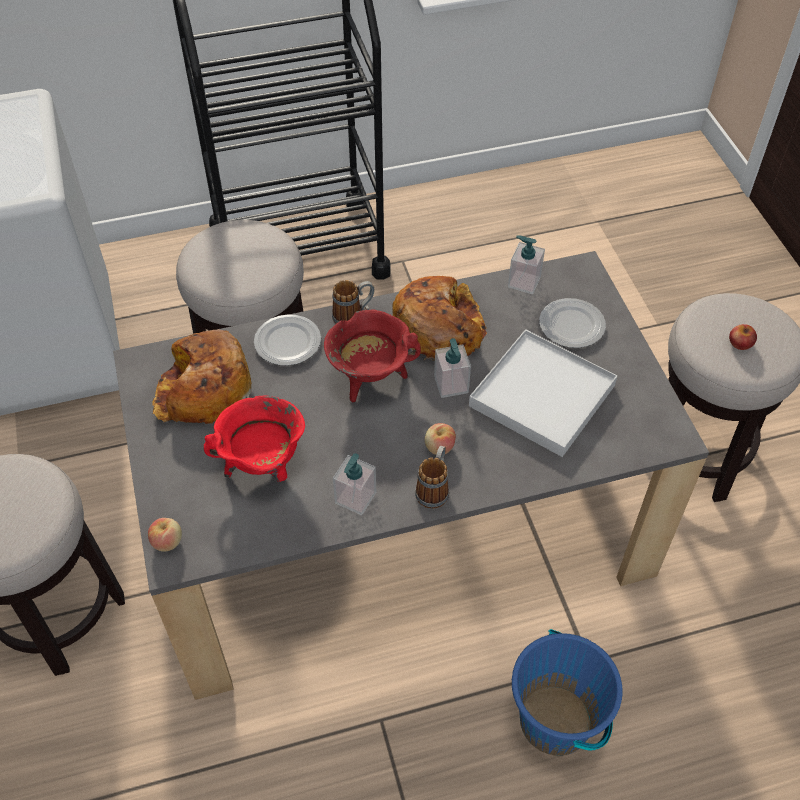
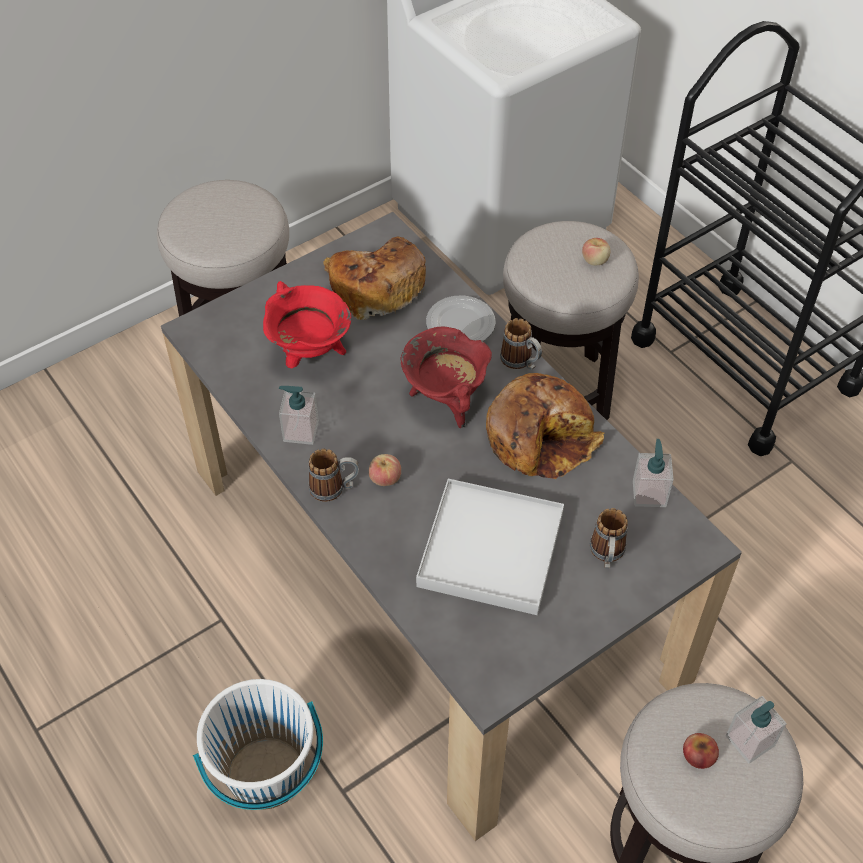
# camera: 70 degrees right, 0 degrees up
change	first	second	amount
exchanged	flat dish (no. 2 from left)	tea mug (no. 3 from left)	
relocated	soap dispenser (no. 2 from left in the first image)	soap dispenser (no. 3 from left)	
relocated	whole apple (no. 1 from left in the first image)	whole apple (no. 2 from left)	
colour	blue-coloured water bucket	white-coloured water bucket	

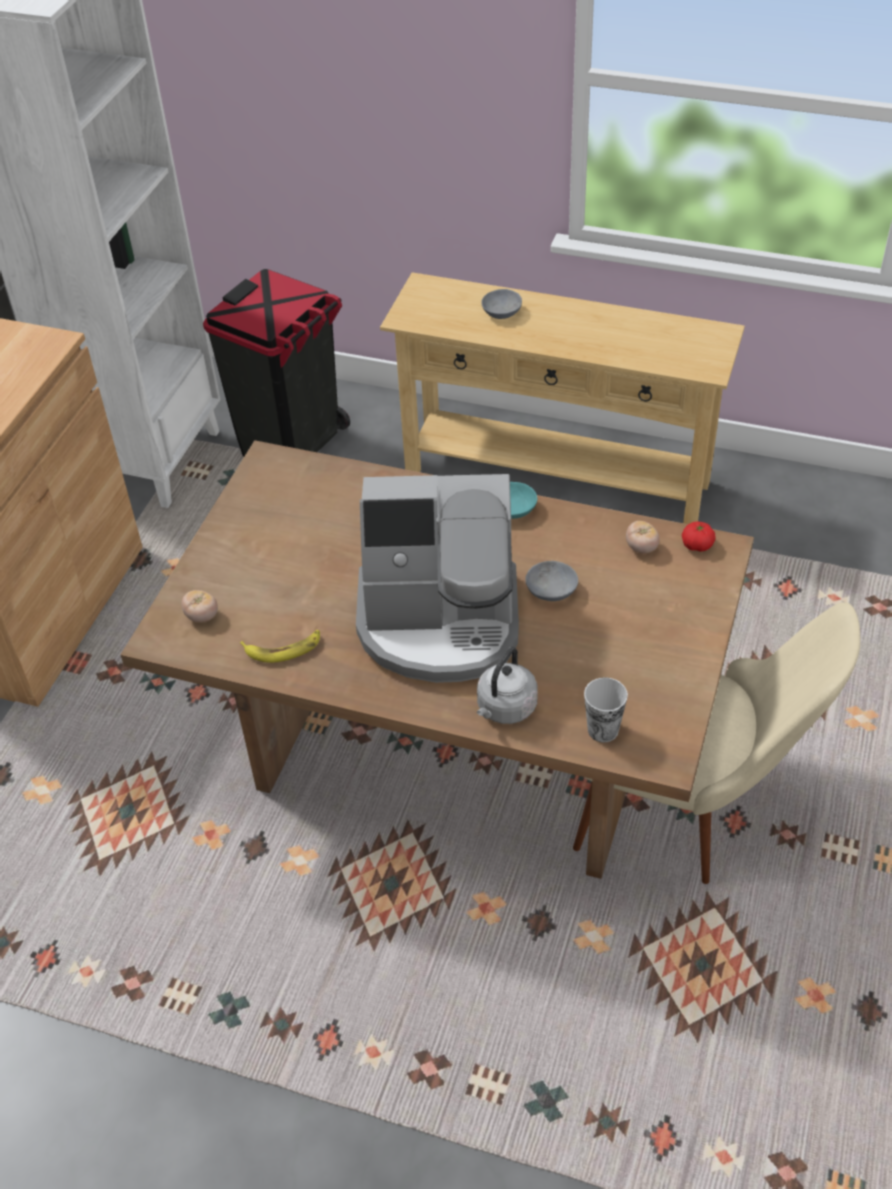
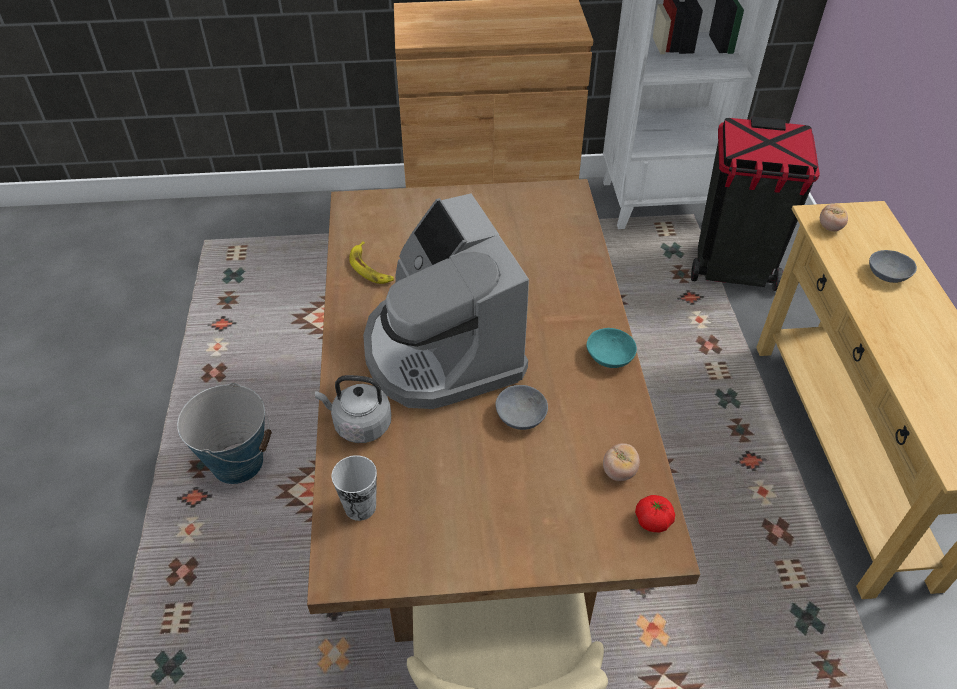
# camera: 65 degrees right, 0 degrees up
change	first	second	amount
relocated	fresh tomato (no. 1 from left in the first image)	fresh tomato (no. 3 from left)	
appeared		water bucket	

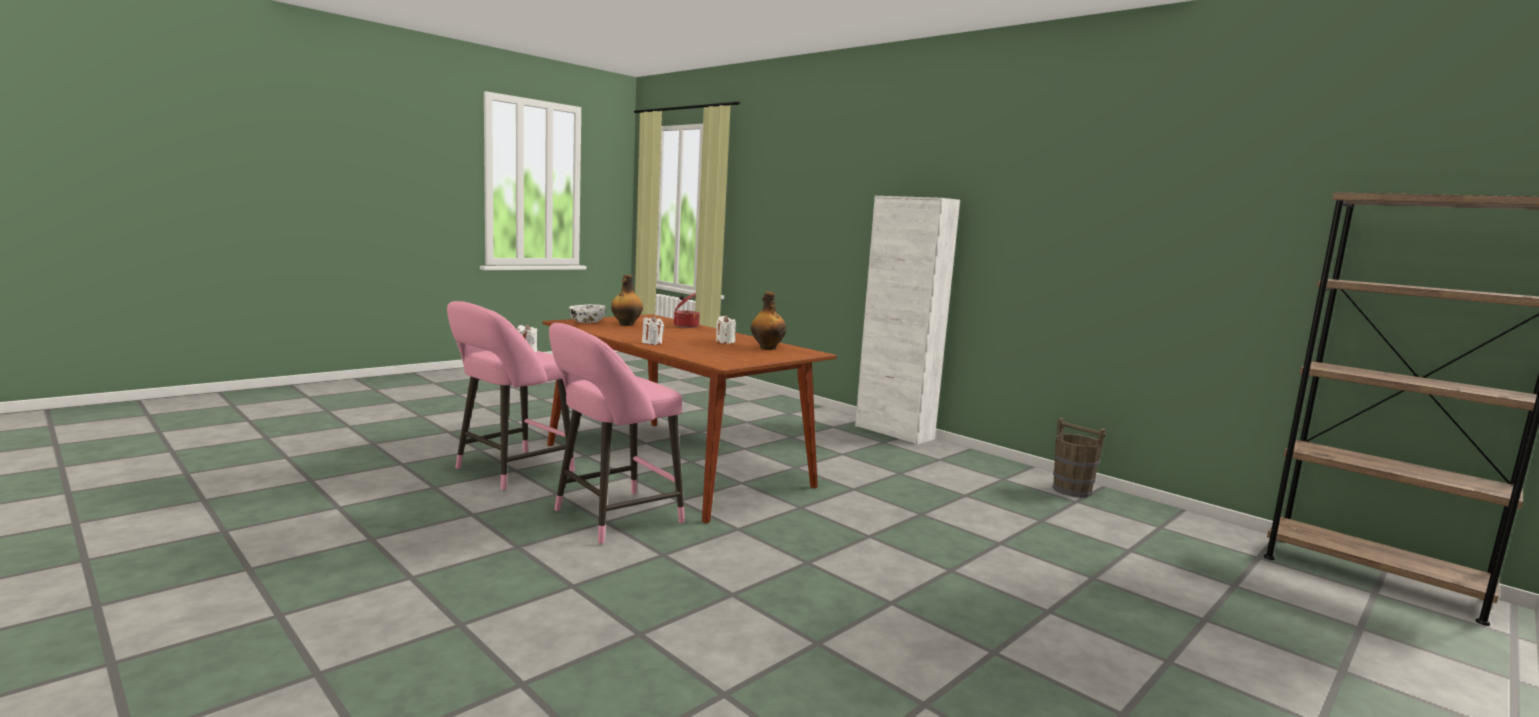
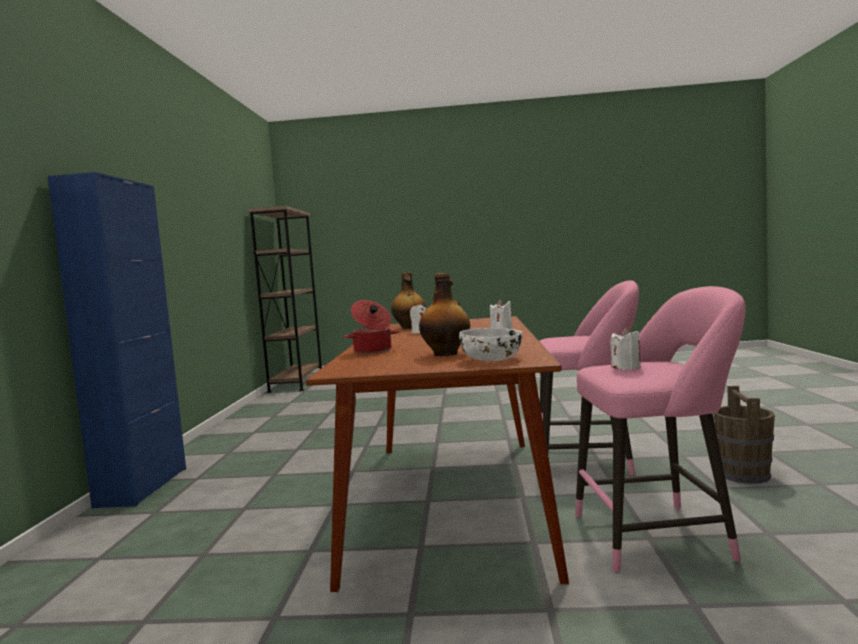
# camera: 130 degrees left, 5 degrees down
change	first	second	amount
colour	white-coloured cupboard	blue-coloured cupboard	
relocated	brownish water bucket		

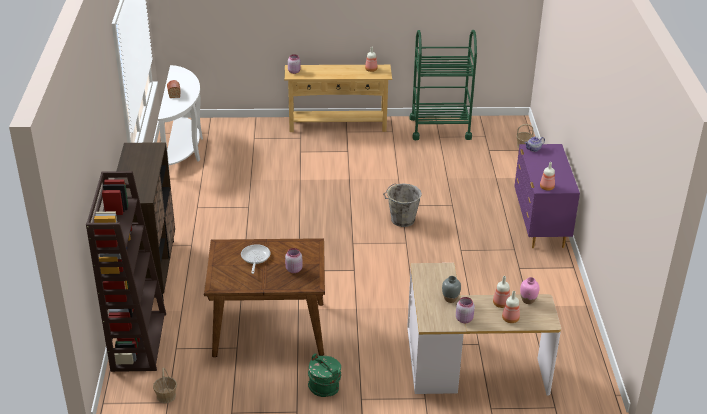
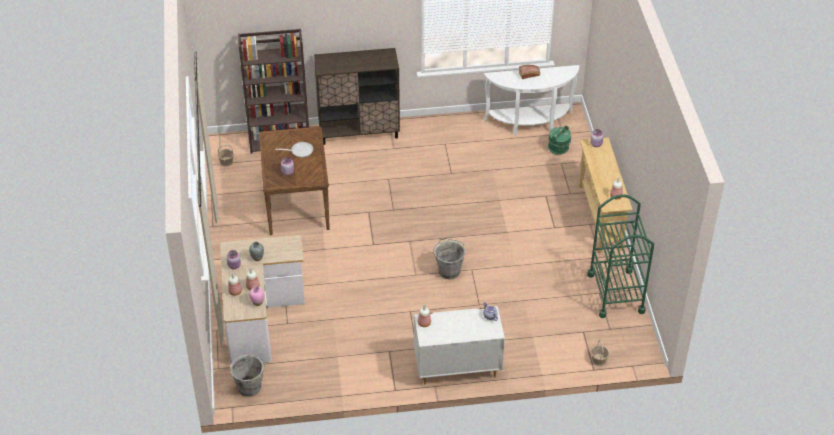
# camera: 85 degrees right, 10 degrees up
change	first	second	amount
colour	purple chest of drawers	white-coloured chest of drawers	
relocated	greenish water bucket		
appeared		grey water bucket (no. 1 from left)	

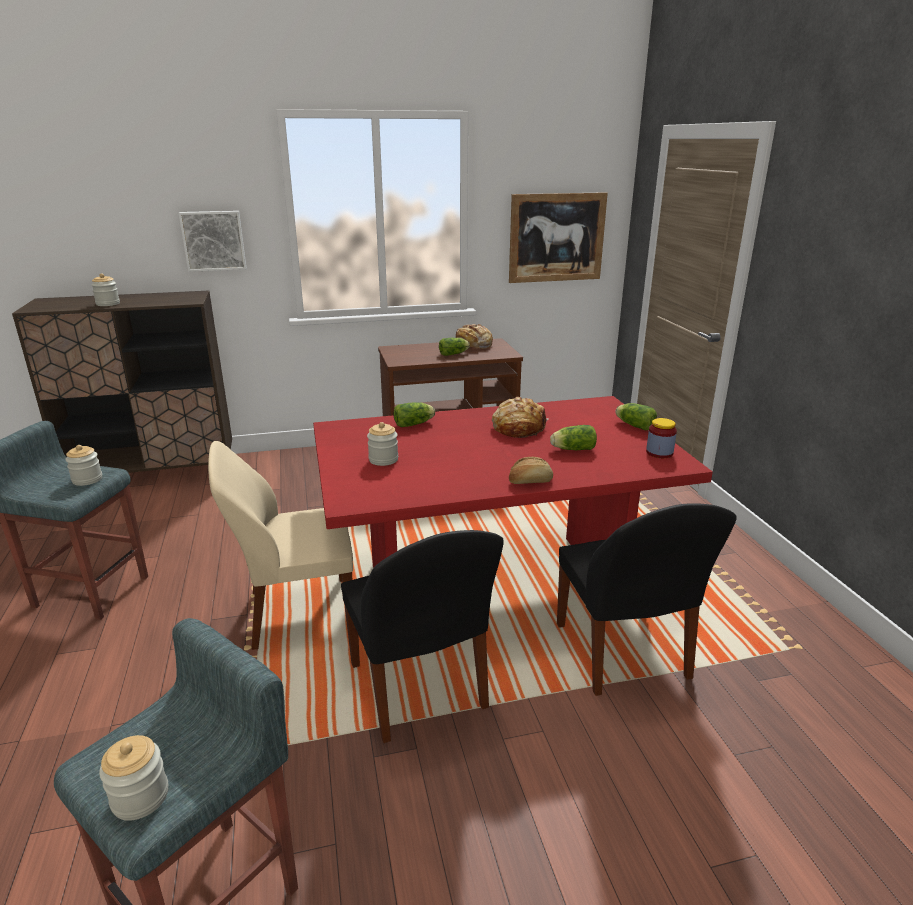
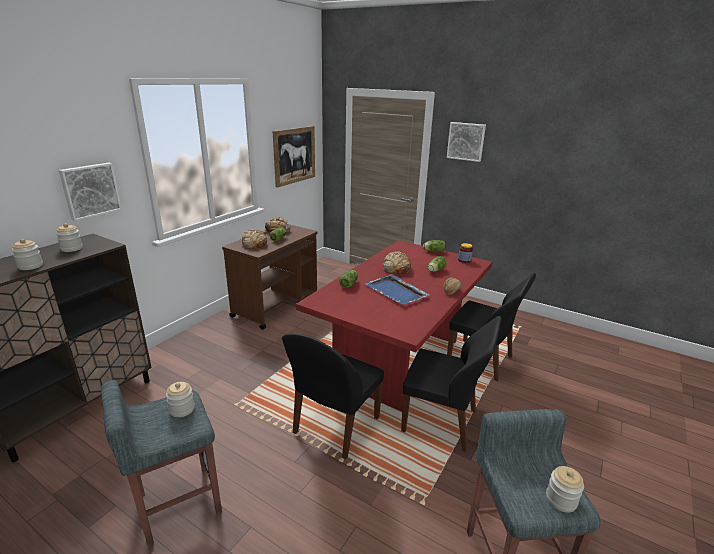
# camera: 45 degrees left, 0 degrees up
change	first	second	amount
relocated	preserve jar (no. 4 from left in the first image)	preserve jar (no. 2 from left)	
colour	beige-coloured plain chair	black-coloured plain chair (no. 1 from left)	
appeared		wall art (no. 3 from left)	
appeared		baked bread (no. 1 from left)	
appeared		blue-coloured carrying tray	

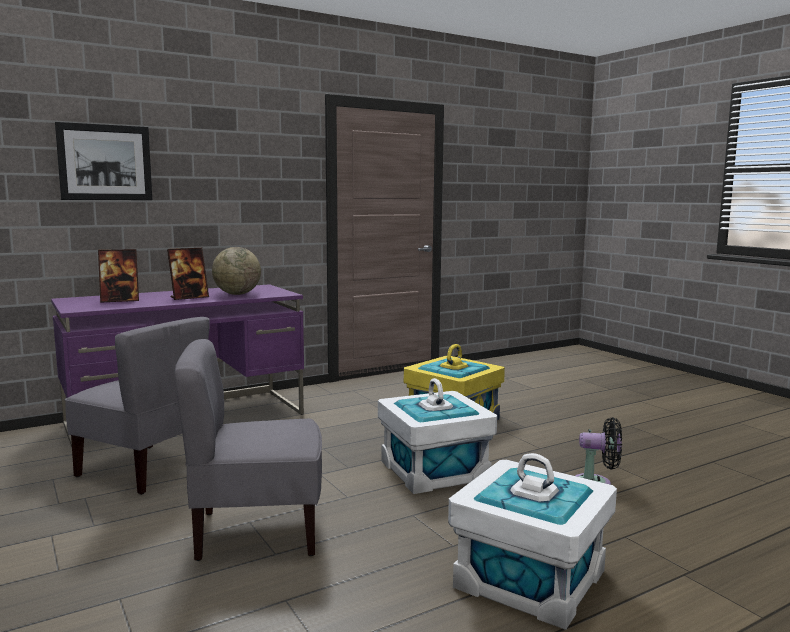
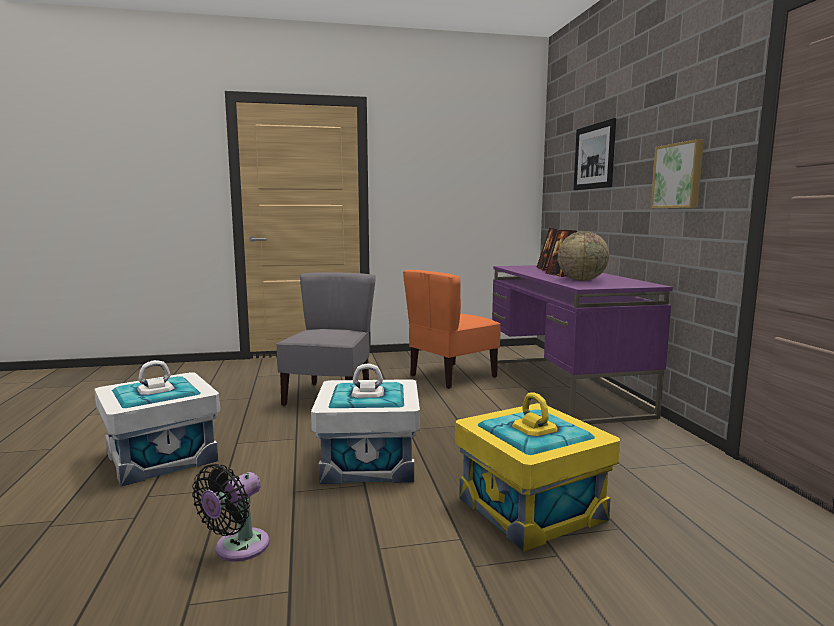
# camera: 110 degrees right, 0 degrees up
change	first	second	amount
colour	grey plain chair (no. 1 from left)	orange-coloured plain chair	
appeared		wall art (no. 2 from left)	

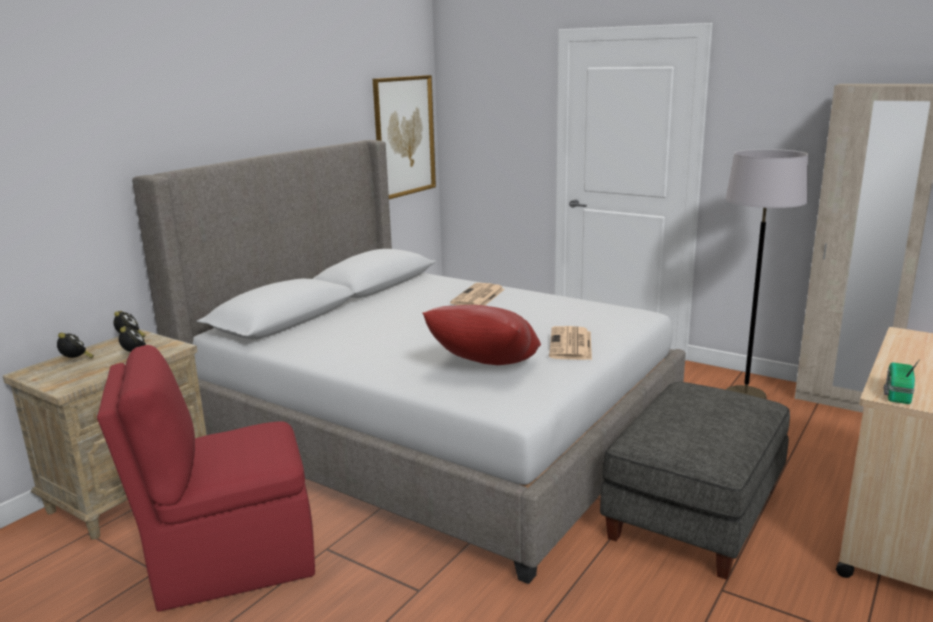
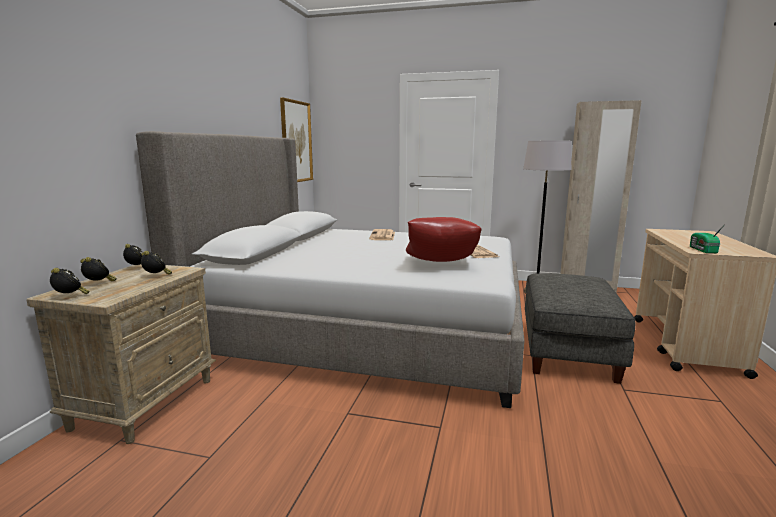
# camera: 20 degrees left, 5 degrees down
change	first	second	amount
missing	red-coloured plain chair		
appeared		alarm clock (no. 1 from left)	

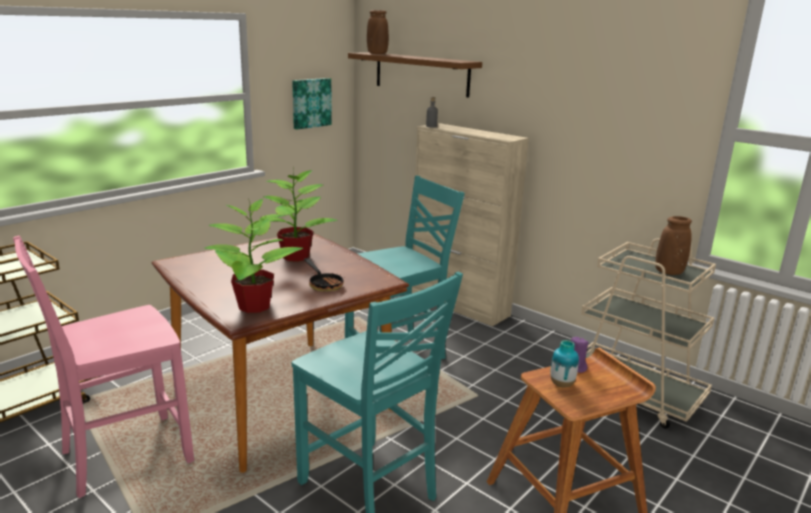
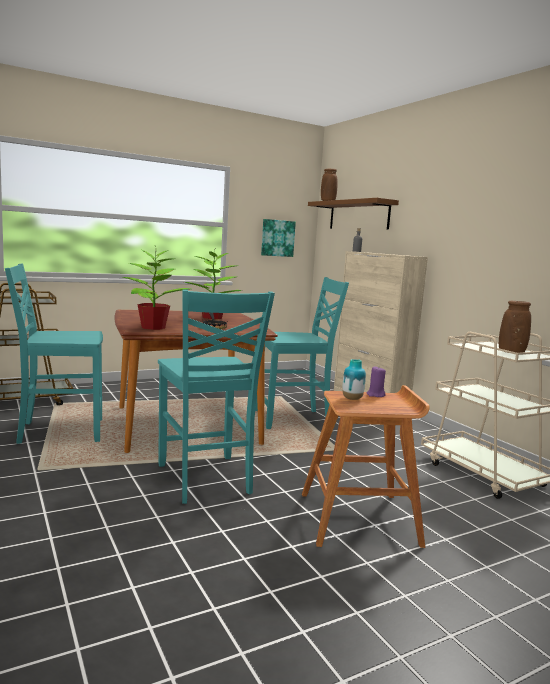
# camera: 20 degrees right, 10 degrees down
change	first	second	amount
colour	pink plain chair	turquoise plain chair (no. 1 from left)	

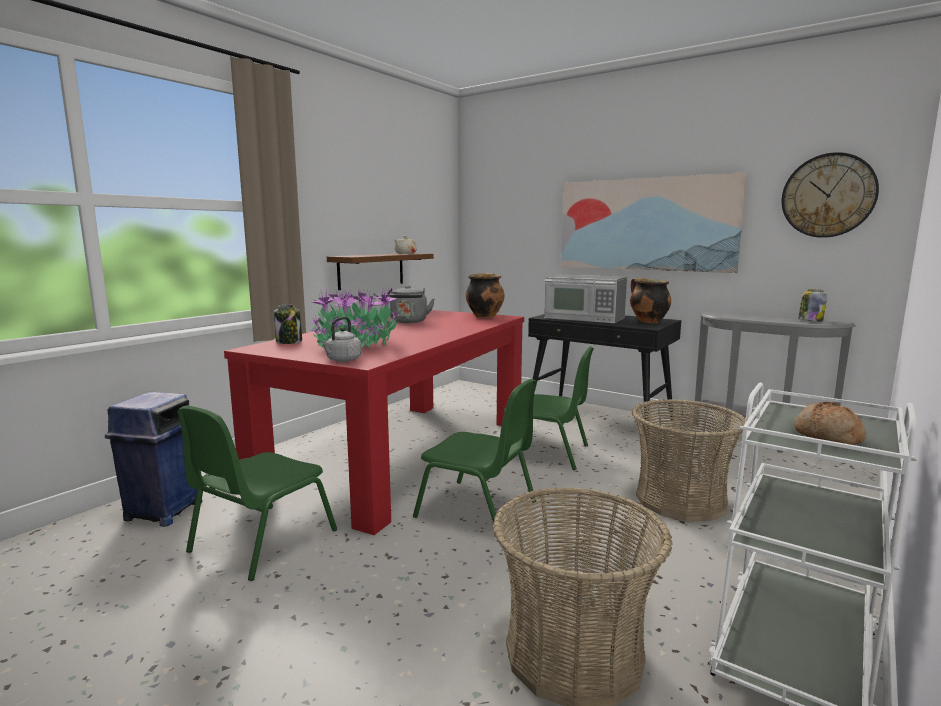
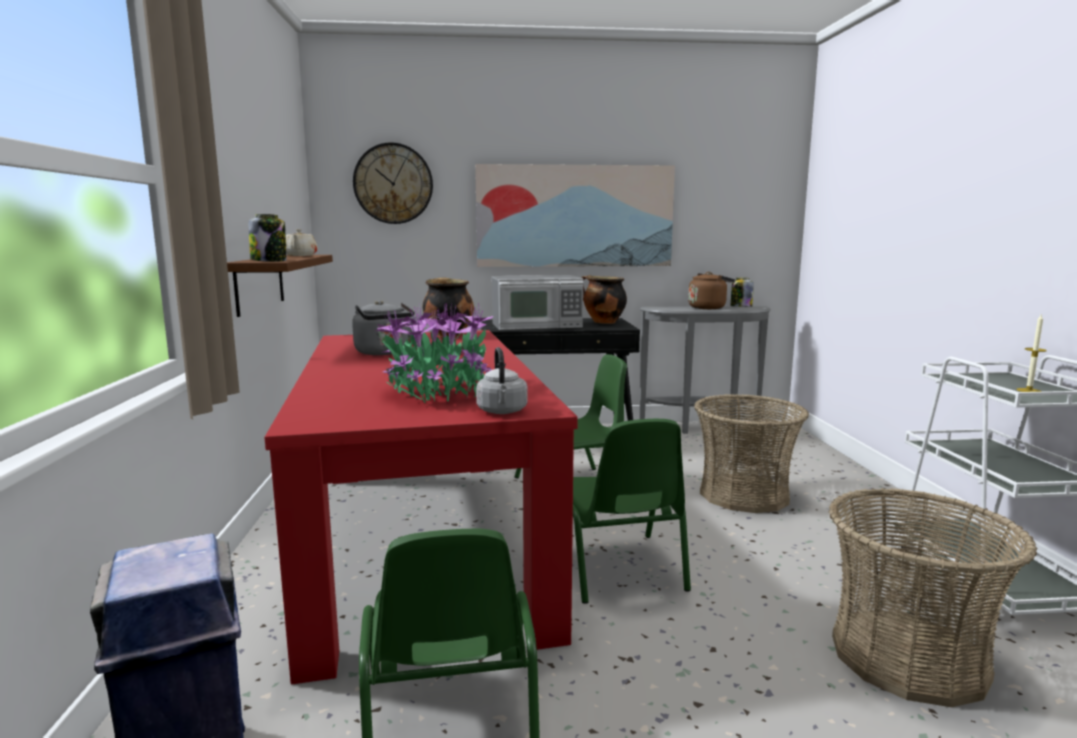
# camera: 40 degrees left, 0 degrees up
change	first	second	amount
relocated	clock on the wall		
relocated	preserve jar (no. 1 from left)		
spun	greenish plain chair (no. 2 from left in the first image)	greenish plain chair (no. 3 from left)	90 degrees clockwise
exchanged	baked bread	wax candle	
appeared		brownish kettle	

